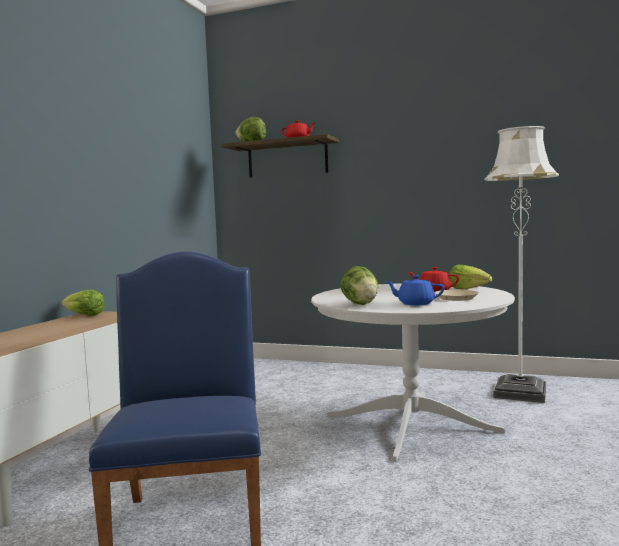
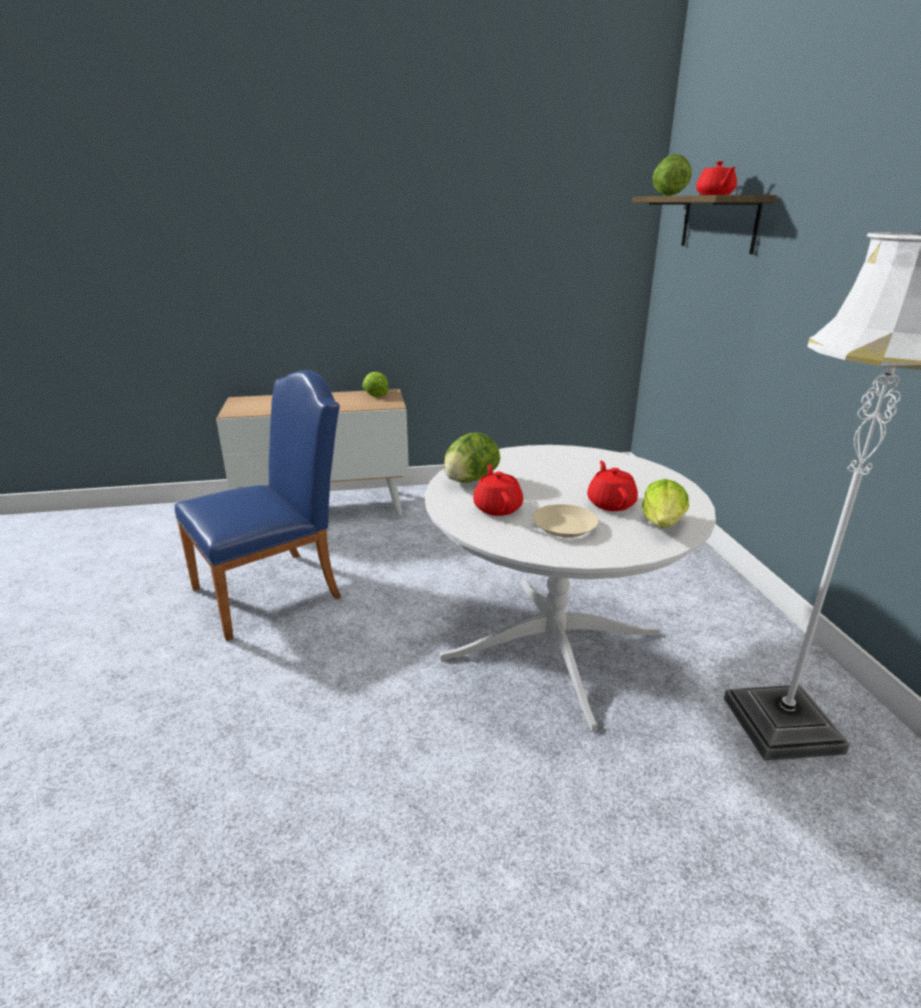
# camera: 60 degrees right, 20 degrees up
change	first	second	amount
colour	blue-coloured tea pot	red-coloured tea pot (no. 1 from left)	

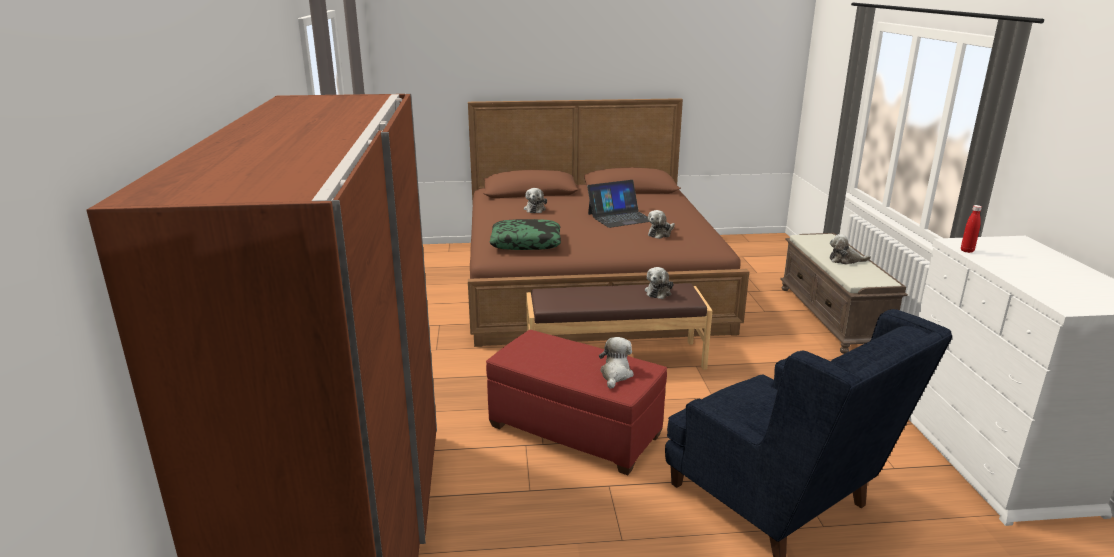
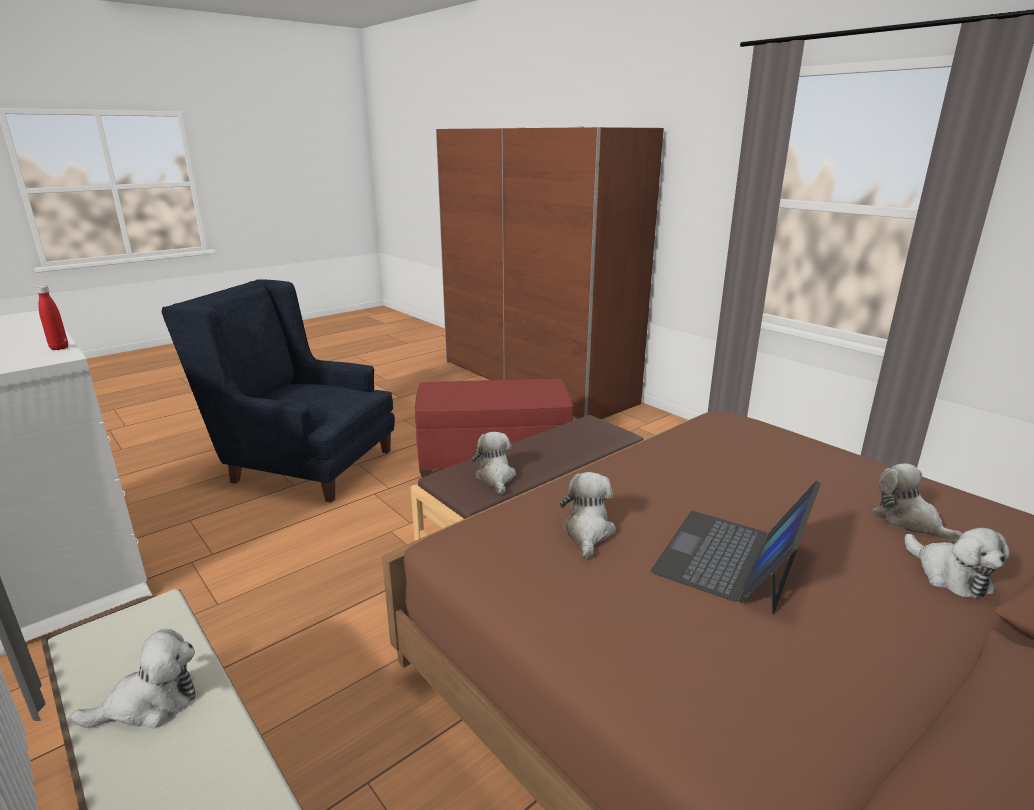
# camera: 145 degrees right, 0 degrees up
change	first	second	amount
missing	cushion		
relocated	soft toy (no. 2 from left in the first image)	soft toy (no. 5 from left)	

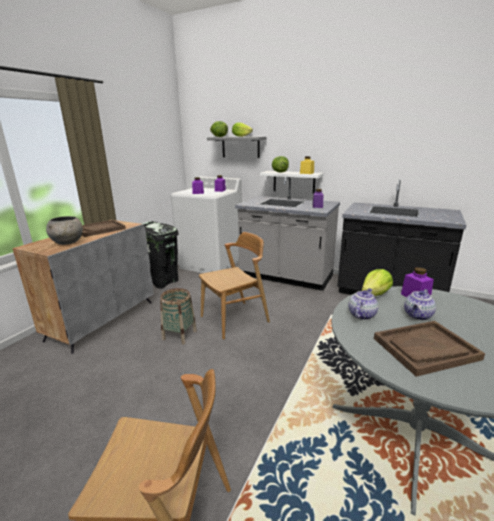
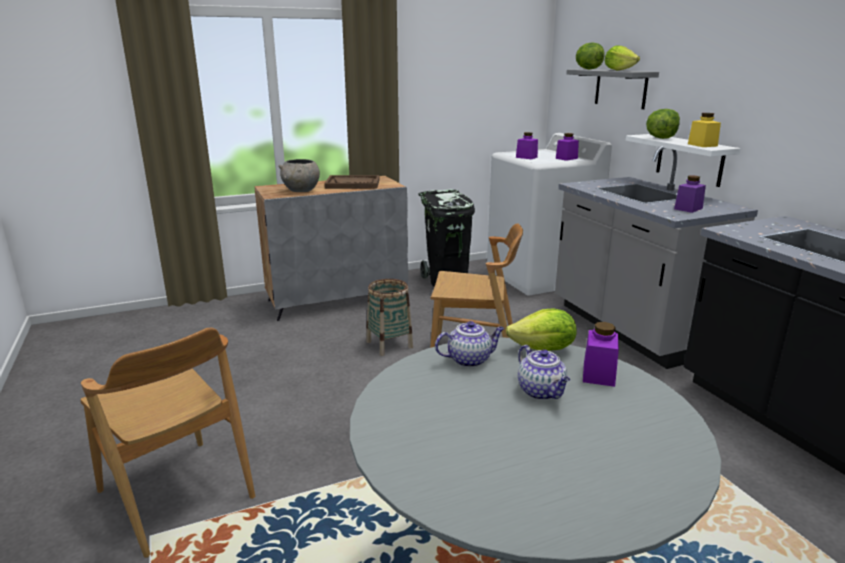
# camera: 40 degrees right, 0 degrees up
change	first	second	amount
spun	tea pot (no. 2 from left)		105 degrees counterclockwise
missing	brownish carrying tray (no. 2 from left)		

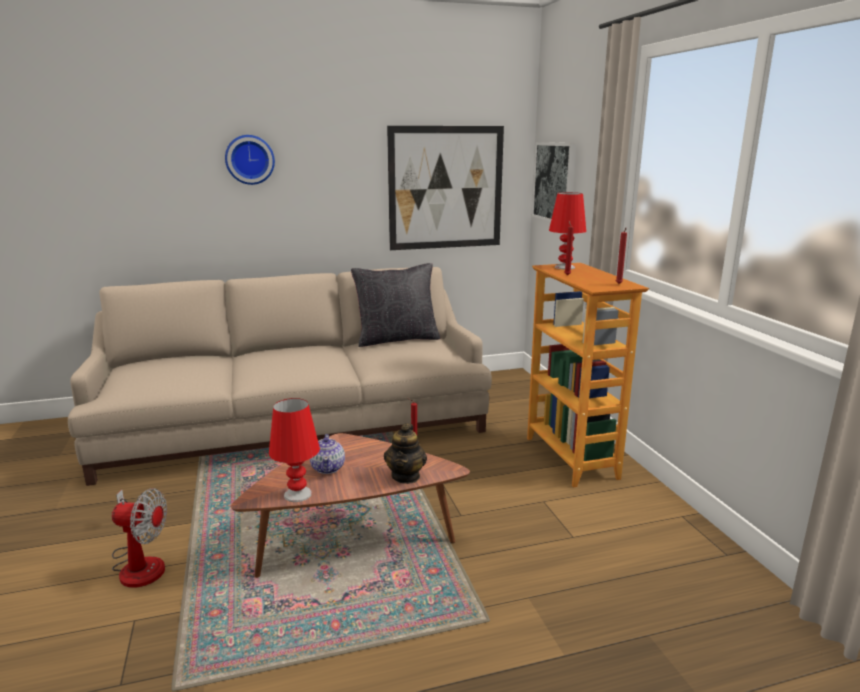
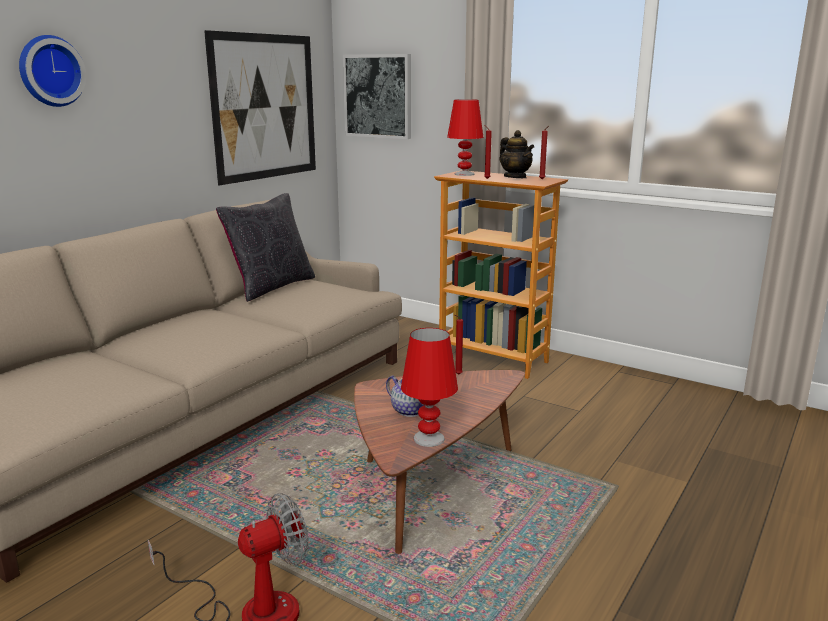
# camera: 40 degrees left, 0 degrees up
change	first	second	amount
relocated	tea pot (no. 2 from left)		

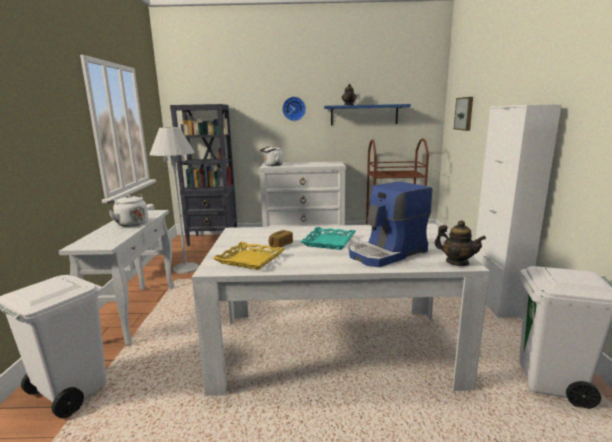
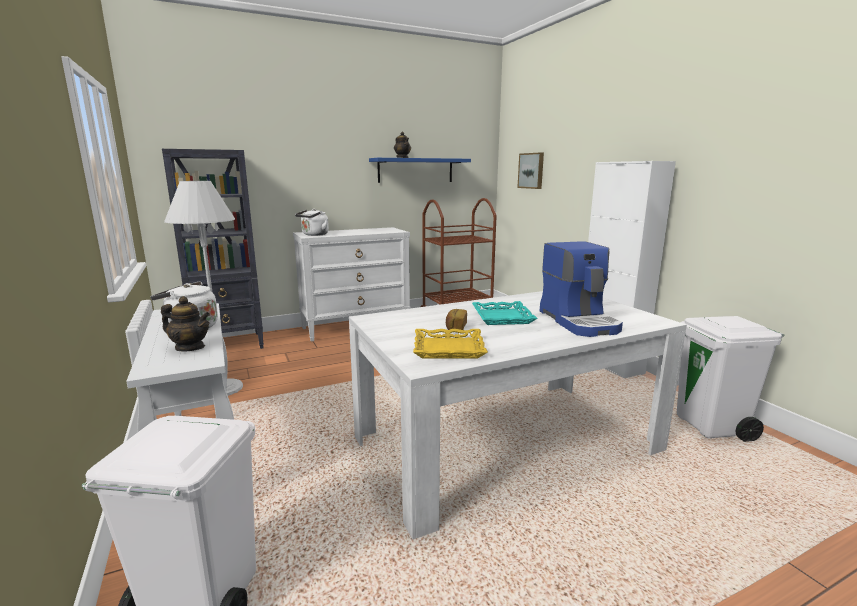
# camera: 25 degrees left, 0 degrees up
change	first	second	amount
missing	clock on the wall		
spun	coffee maker		45 degrees counterclockwise
relocated	tea pot (no. 2 from left in the first image)	tea pot (no. 1 from left)	

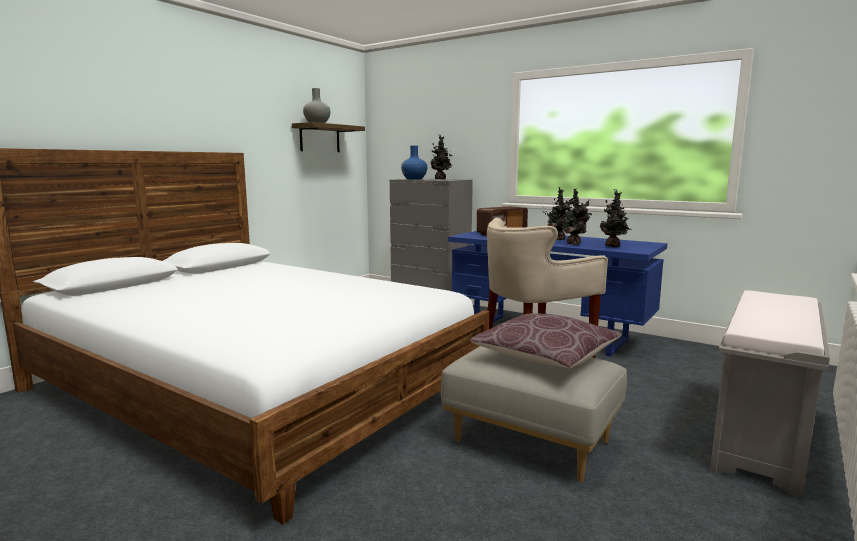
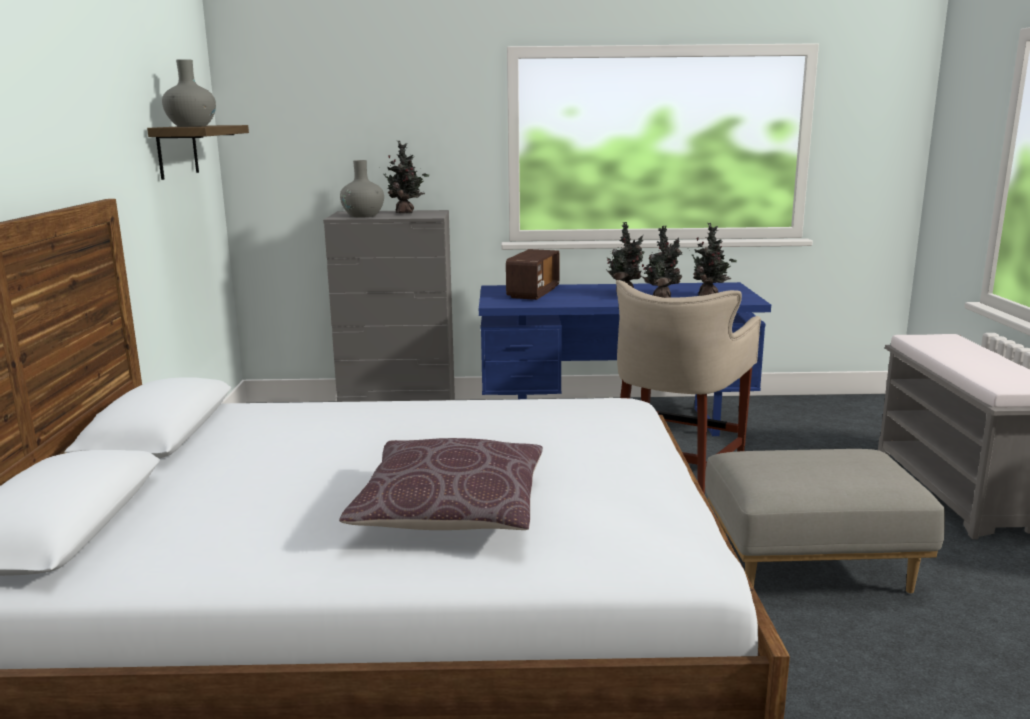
# camera: 35 degrees left, 5 degrees up
change	first	second	amount
colour	blue-coloured flower vase	grey flower vase (no. 2 from left)	
relocated	brownish cushion		

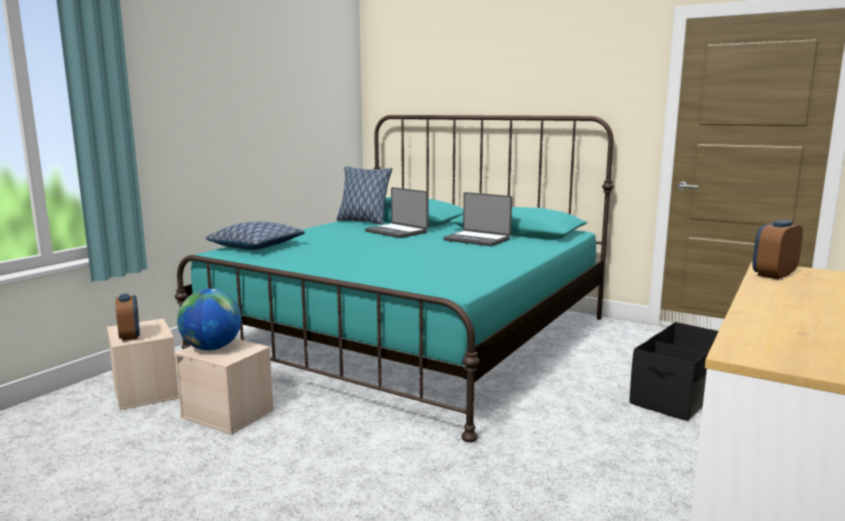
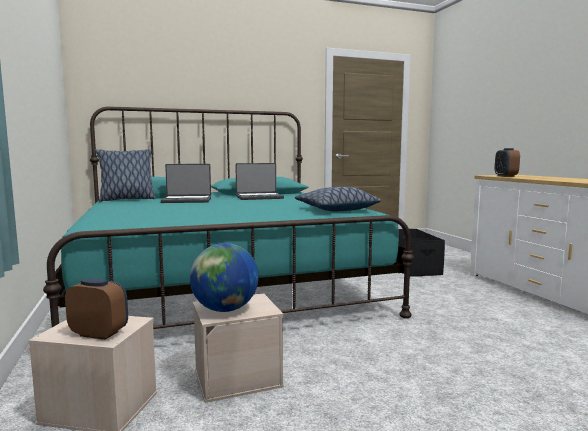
# camera: 50 degrees left, 5 degrees down
change	first	second	amount
relocated	cushion (no. 1 from left in the first image)	cushion (no. 2 from left)	

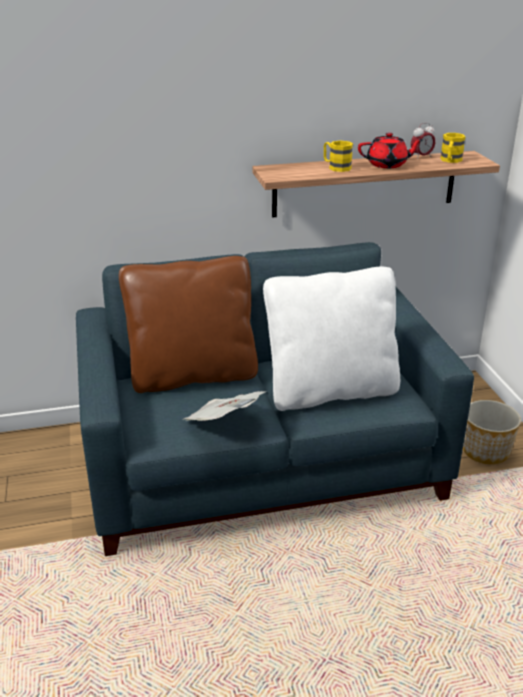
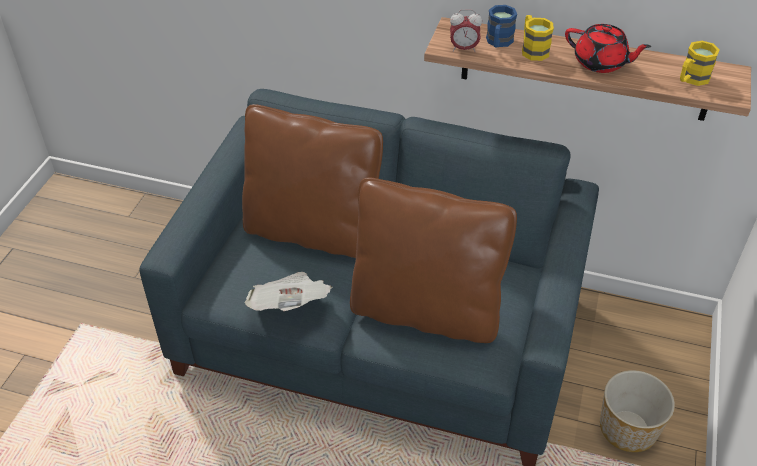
# camera: 30 degrees right, 15 degrees up
change	first	second	amount
relocated	alarm clock		
colour	white-coloured cushion	brownish cushion (no. 2 from left)	
appeared		blue-coloured tea mug	

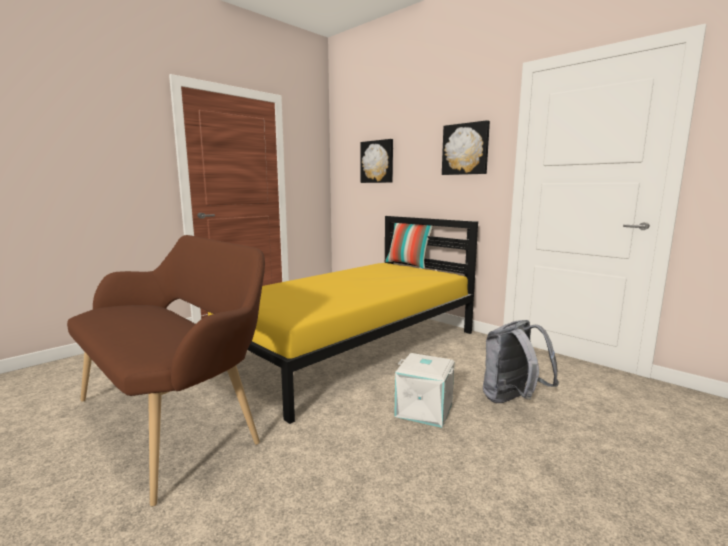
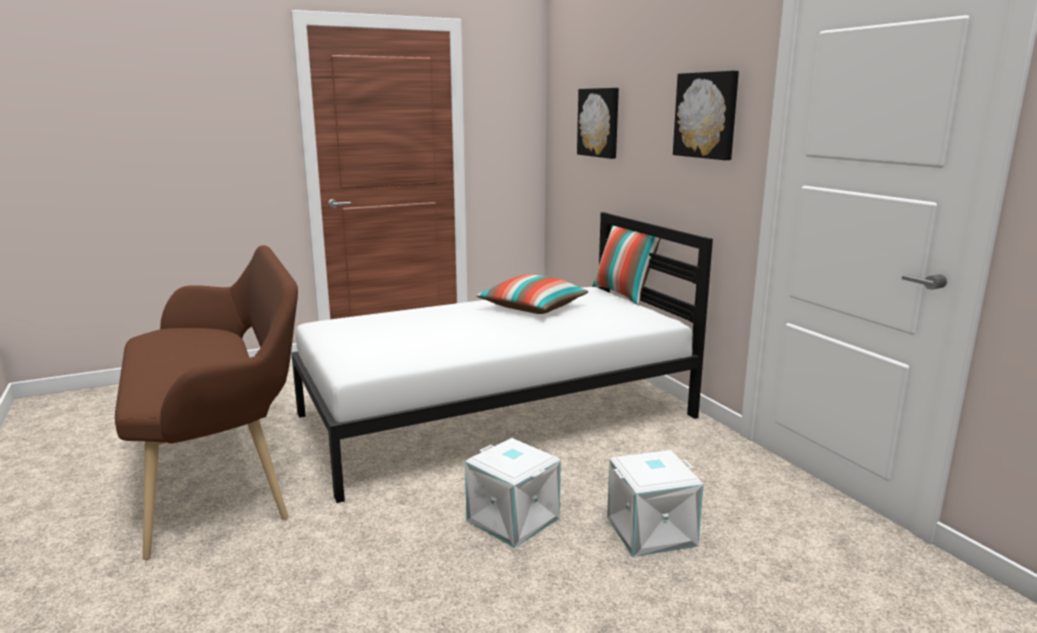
# camera: 20 degrees right, 5 degrees up
change	first	second	amount
colour	yellow-coloured sleeping bed	white-coloured sleeping bed	
exchanged	grey backpack	white-coloured storage bin (no. 2 from left)	
appeared		cushion (no. 1 from left)	

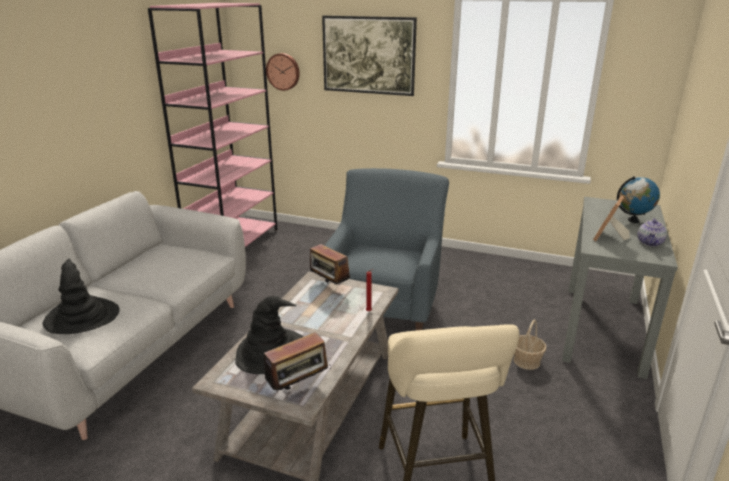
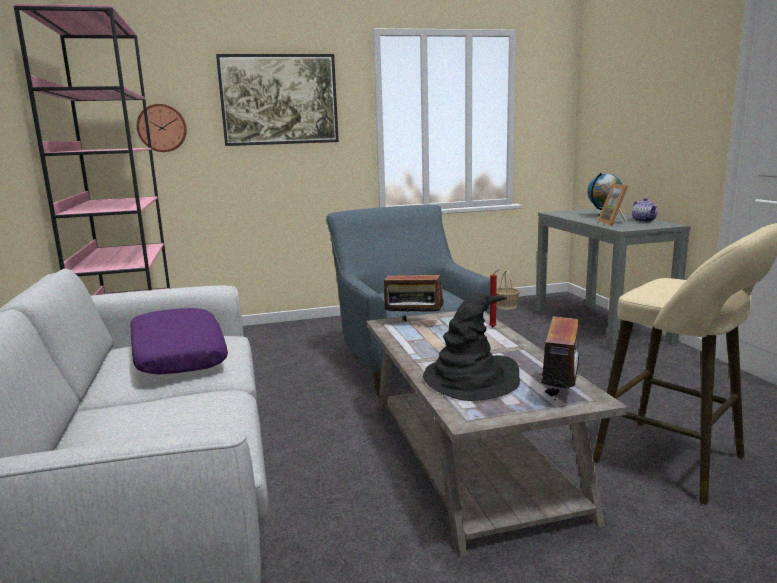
# camera: 35 degrees left, 10 degrees down
change	first	second	amount
missing	black-coloured clothing hat (no. 1 from left)		
relocated	household basket		
appeared		purple cushion	

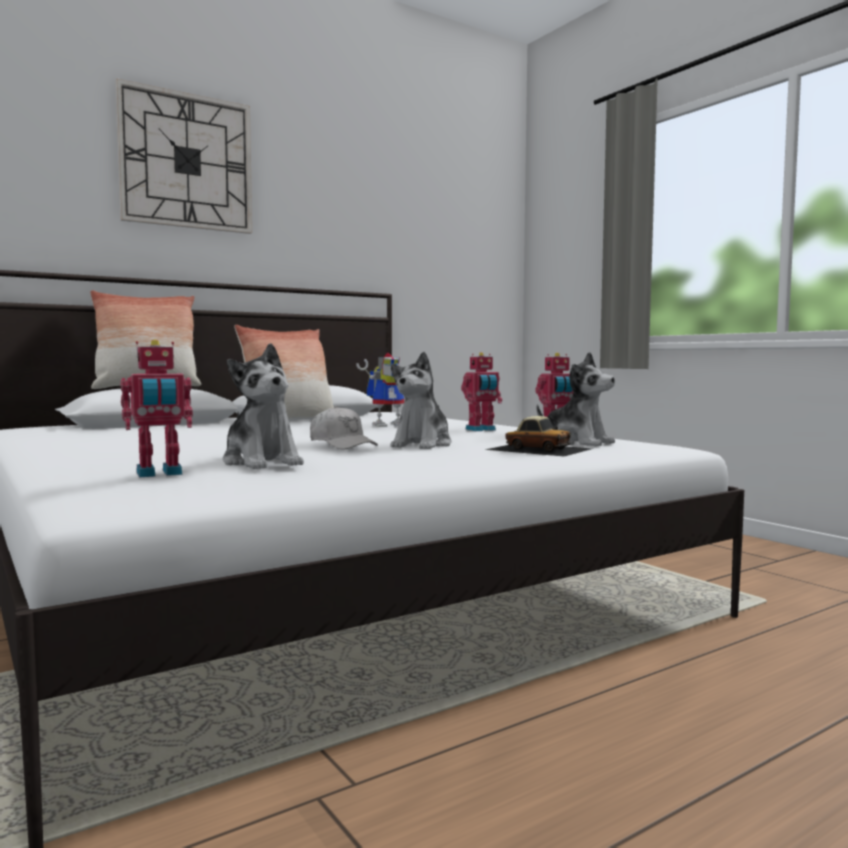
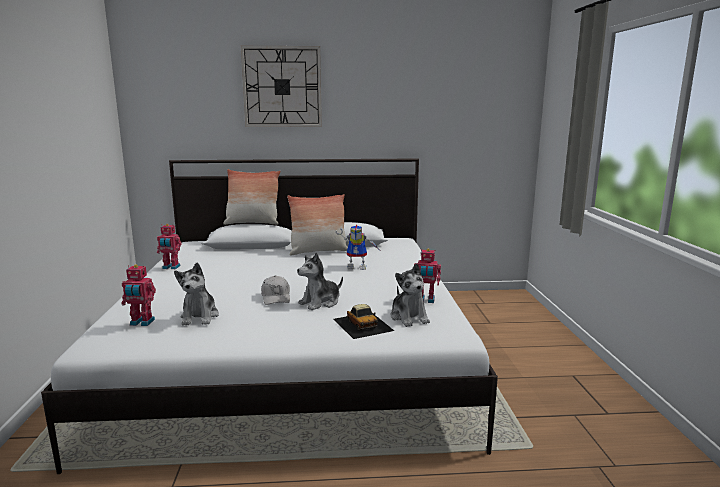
# camera: 30 degrees right, 10 degrees up
change	first	second	amount
relocated	robot figure (no. 3 from left in the first image)	robot figure (no. 2 from left)	

